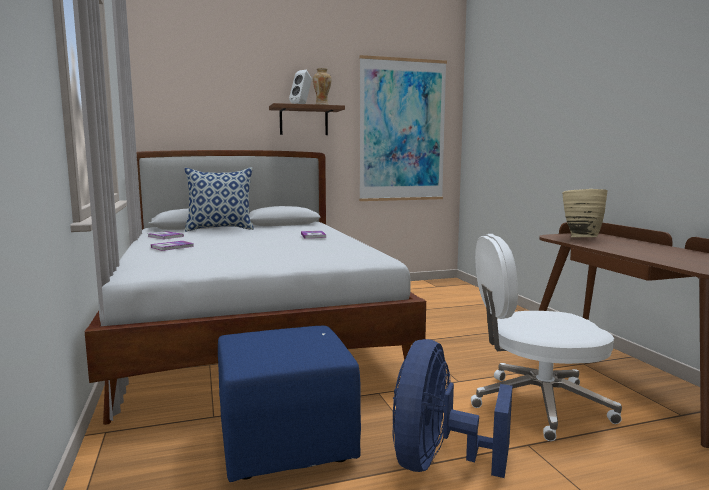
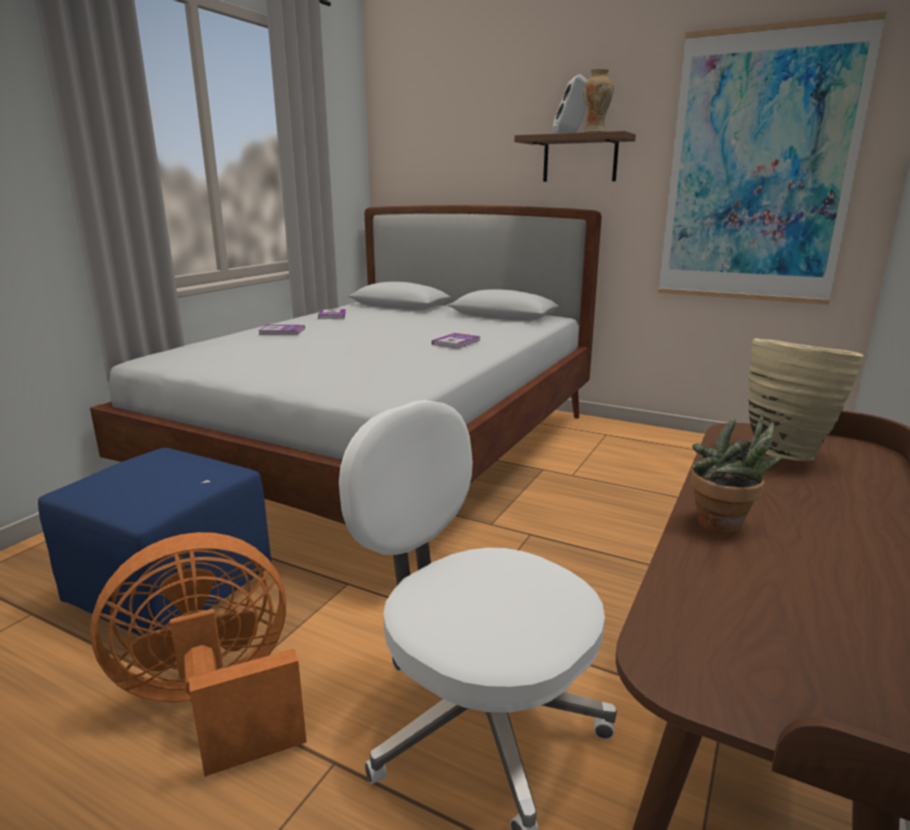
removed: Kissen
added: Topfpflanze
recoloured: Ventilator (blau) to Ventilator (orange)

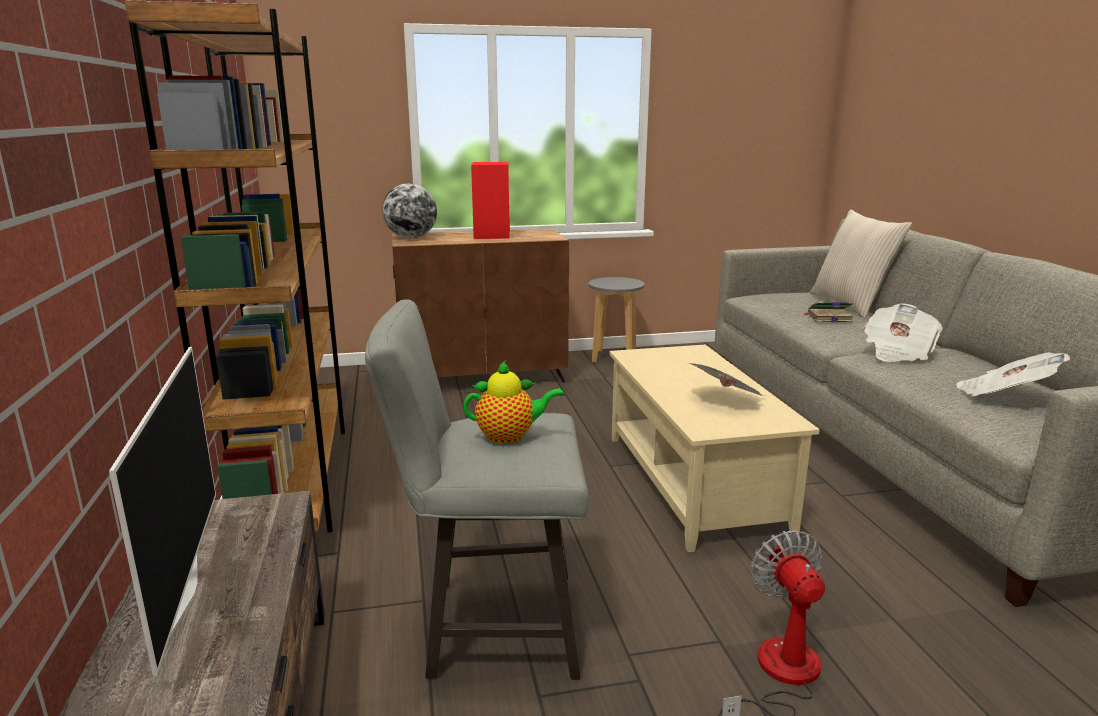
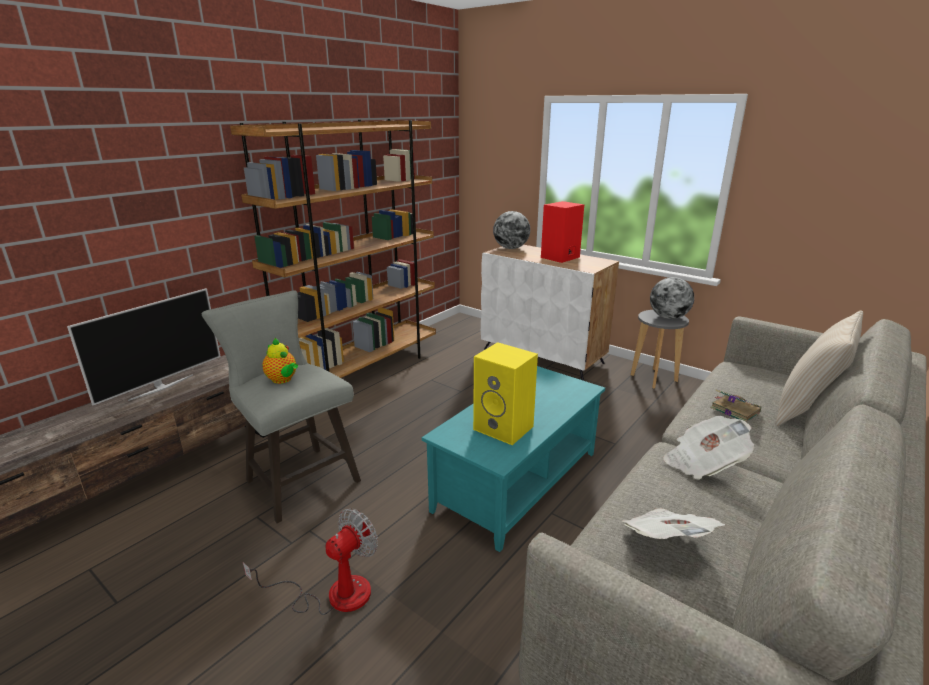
added: Globus (2nd from left)
replaced: Zeitung (1st from left) to Lautsprecher (gelb)
recoloured: Schrank (braun) to Schrank (weiß); Couchtisch (beige) to Couchtisch (türkis)

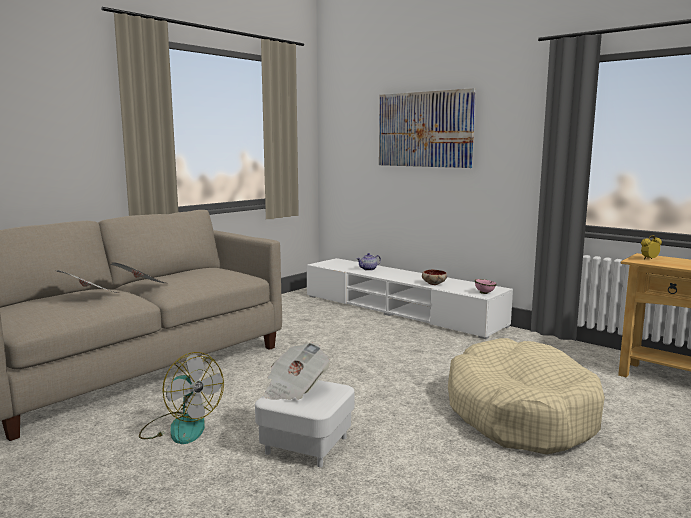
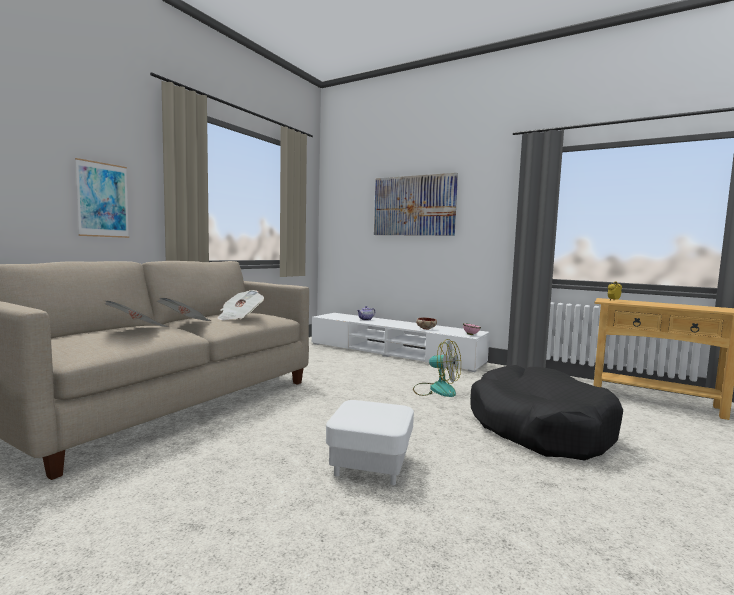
added: Bild (1st from left)
moved: Ventilator; Zeitung (3rd from left)
recoloured: Hundebett (beige) to Hundebett (schwarz)

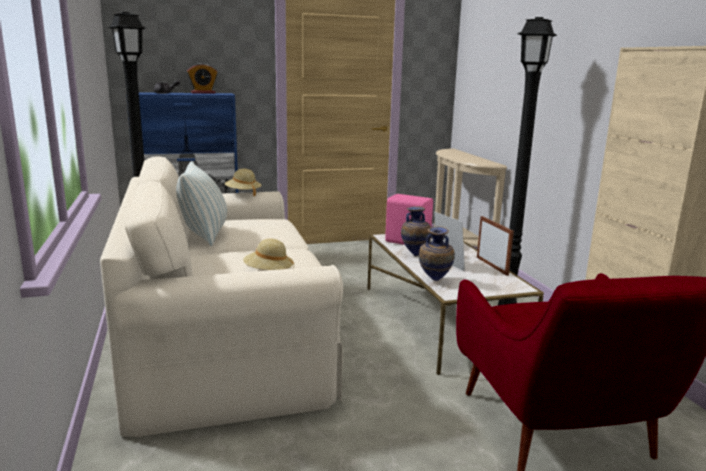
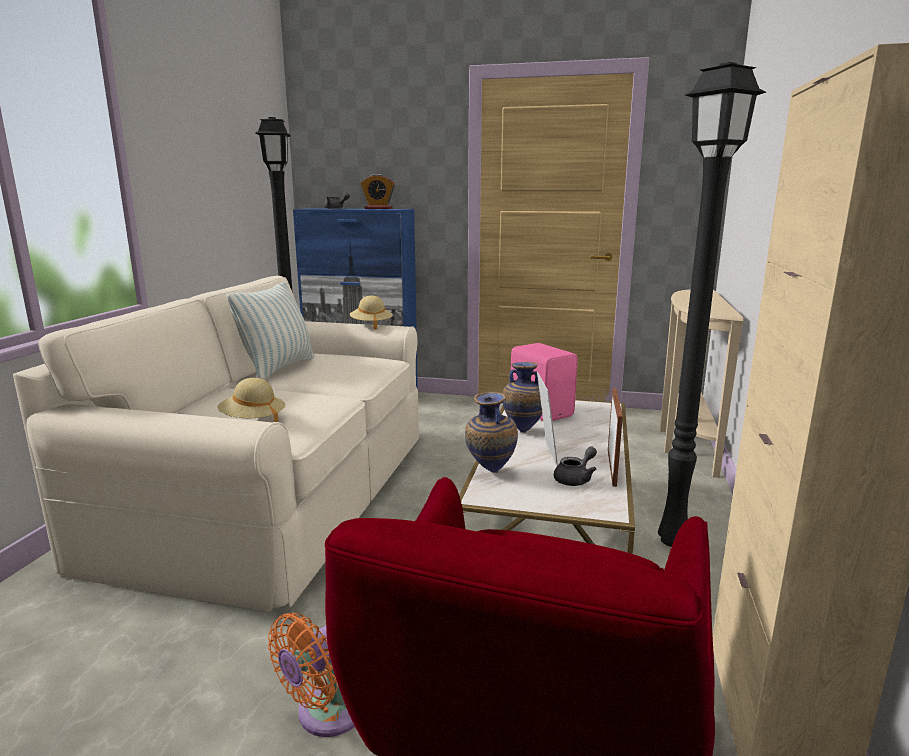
added: Ventilator (orange); Teekanne (grau) (2nd from left)

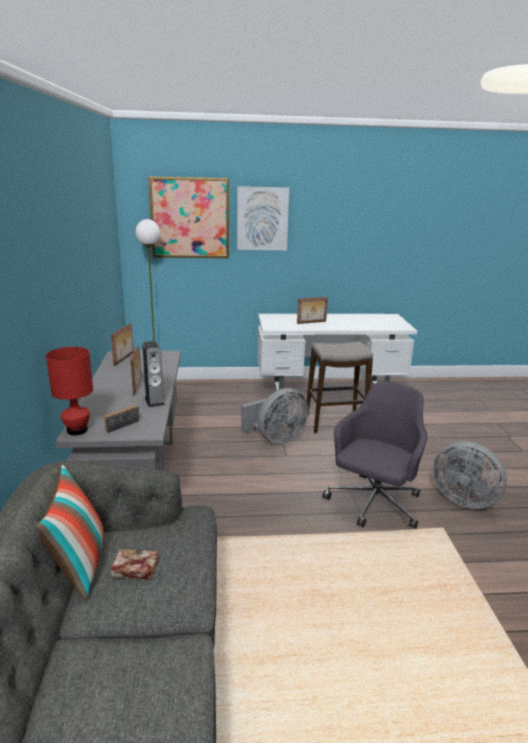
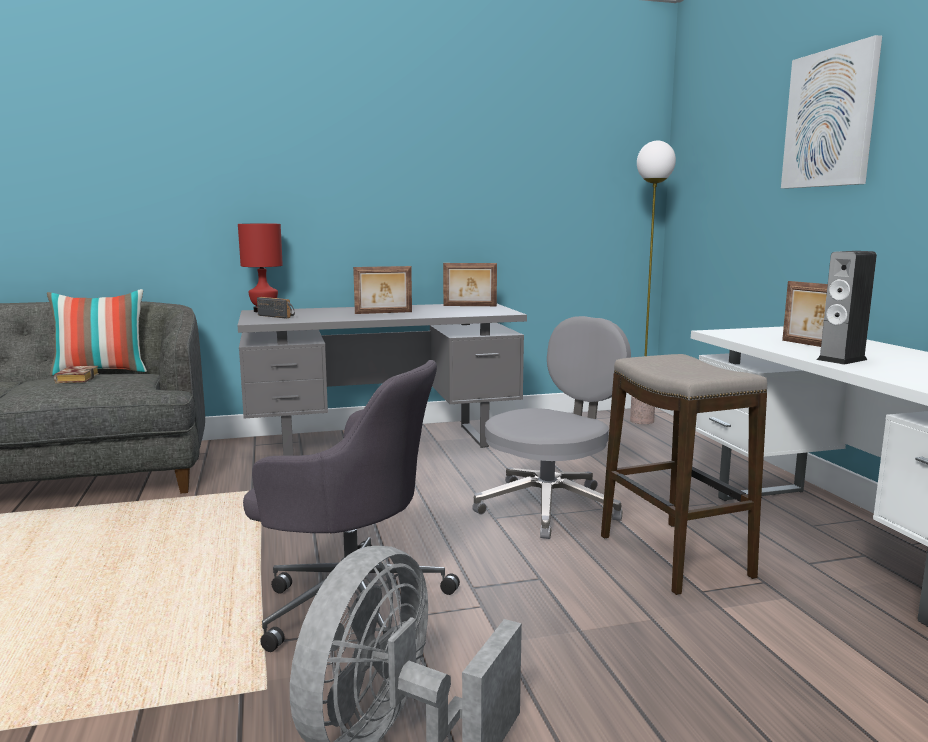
removed: Bild (1st from left)
moved: Lautsprecher
replaced: Ventilator (grau) (1st from left) to Bürostuhl (grau) (2nd from left)

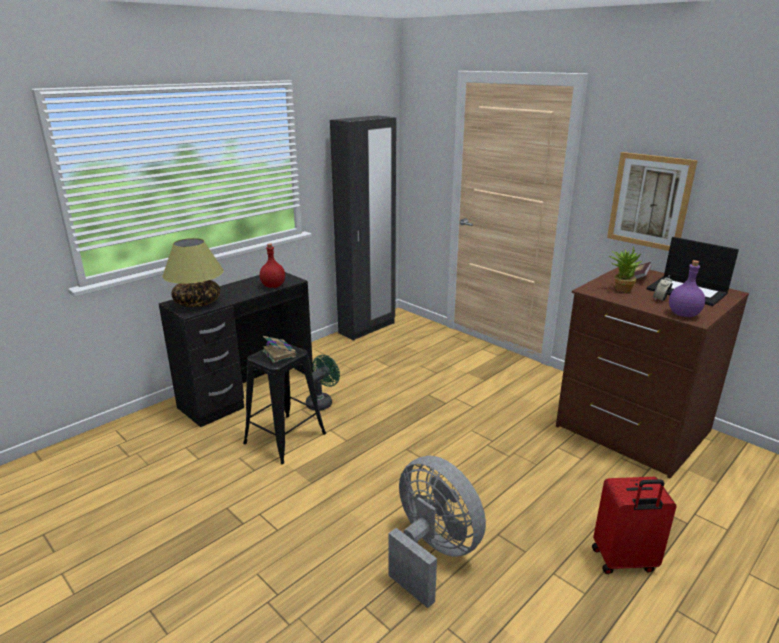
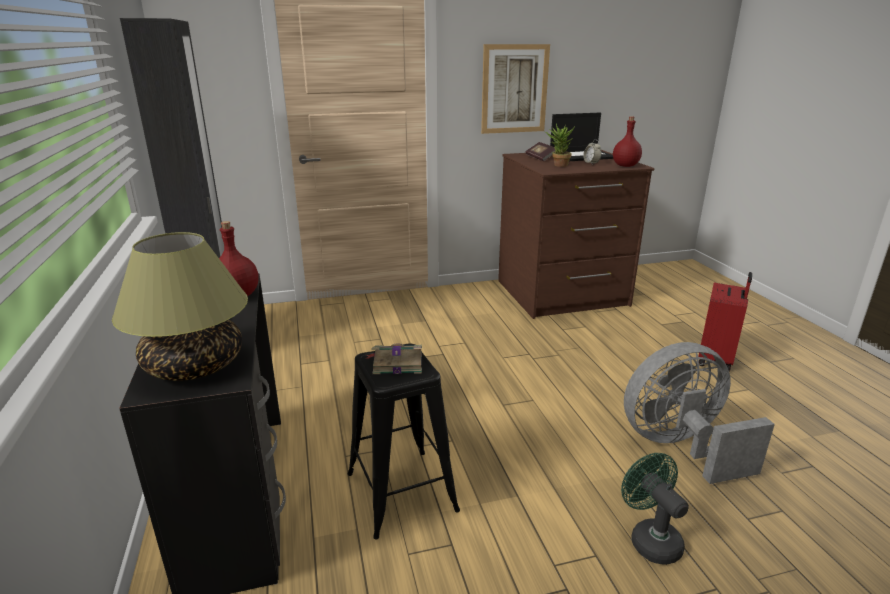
moved: Ventilator (grün)
recoloured: Flasche (lila) to Flasche (rot) (2nd from left)

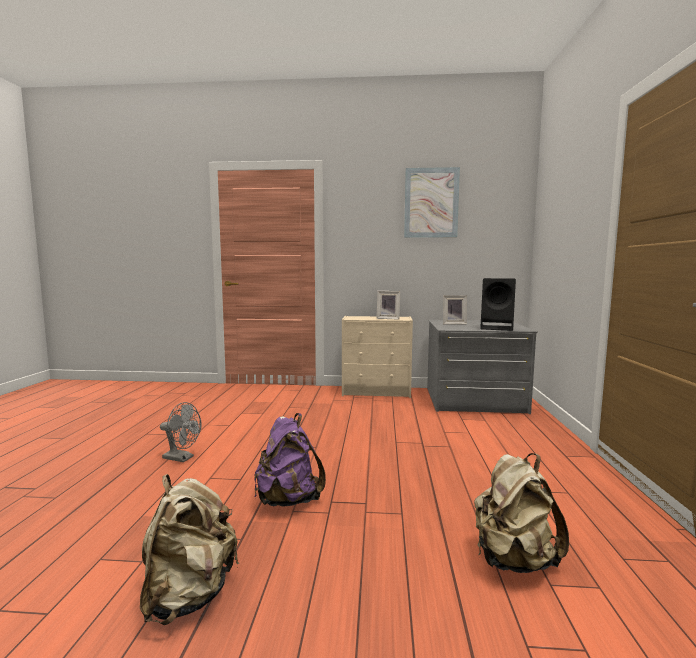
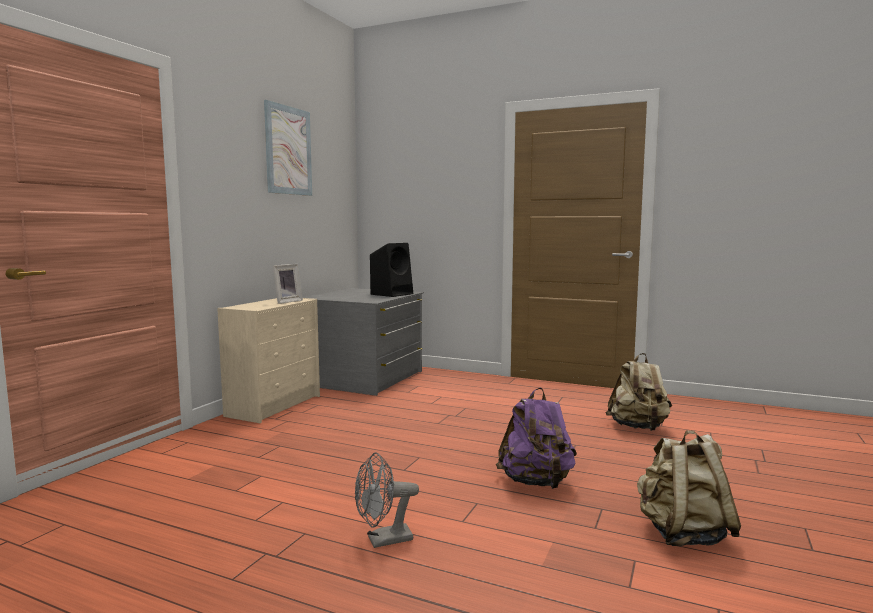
removed: Bilderrahmen (2nd from left)
turned: Ventilator (grau) 150 degrees counterclockwise

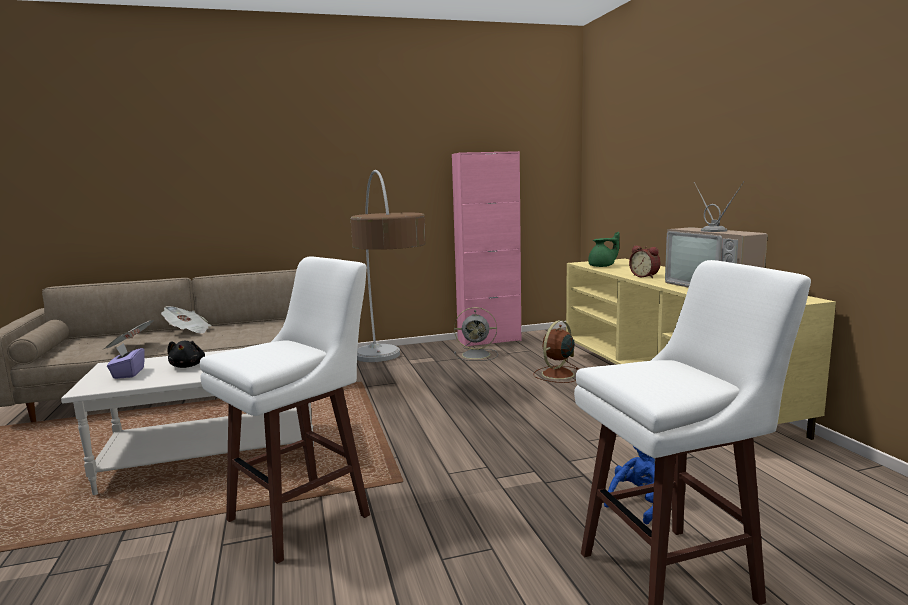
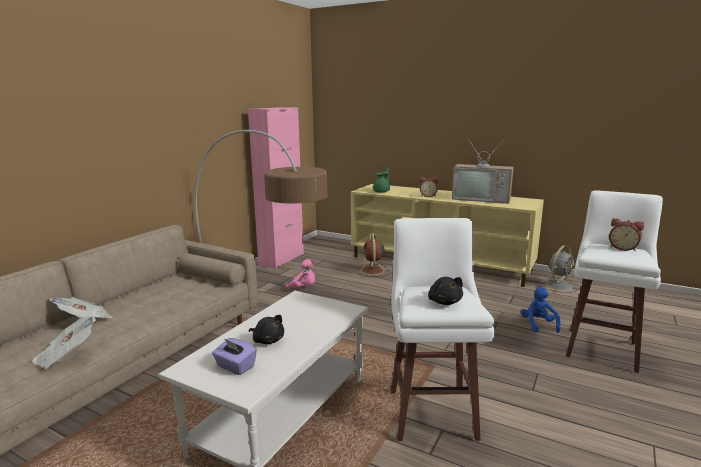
added: Plüschtier (rosa); Plüschtier (schwarz) (2nd from left); Wecker (2nd from left)
moved: Ventilator (grau)

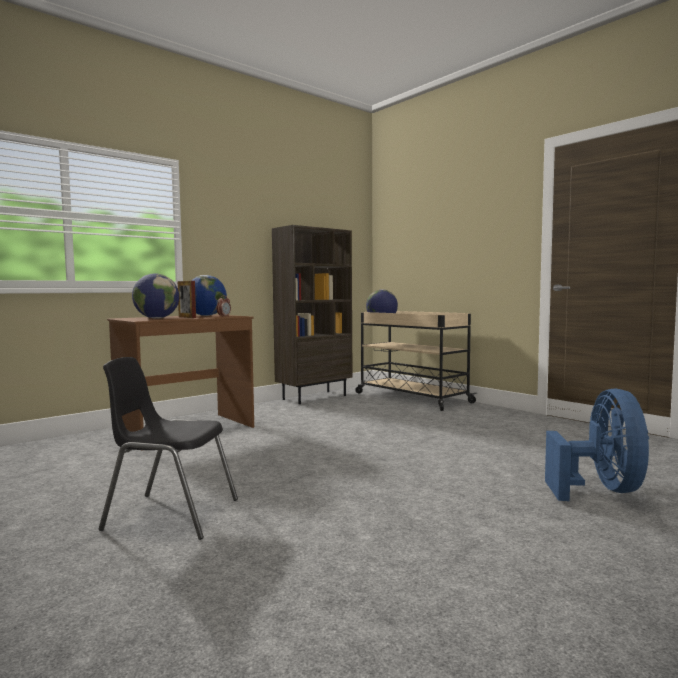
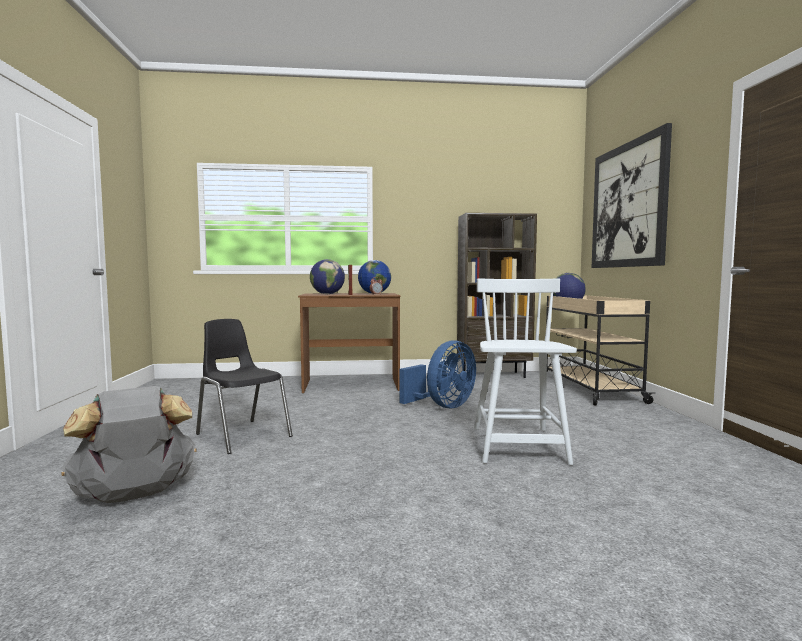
added: Rucksack (grau); Stuhl (weiß); Bild
moved: Ventilator (blau)

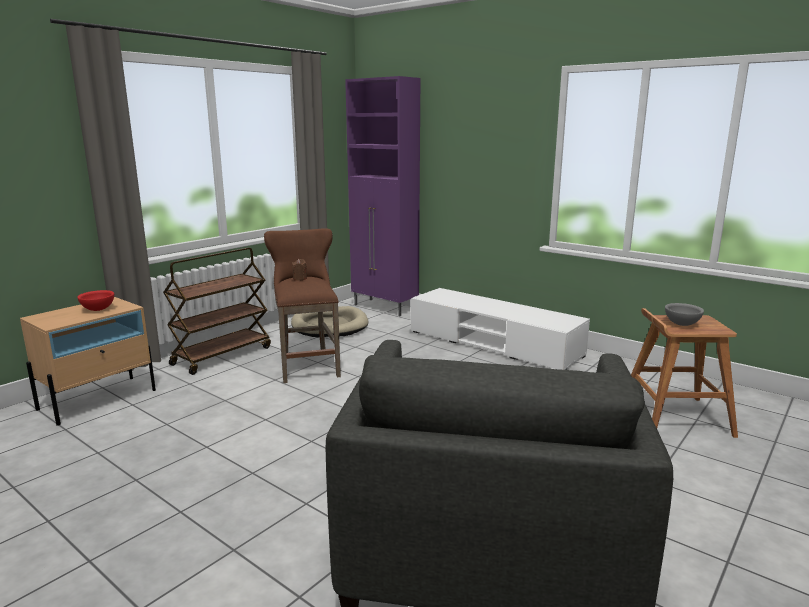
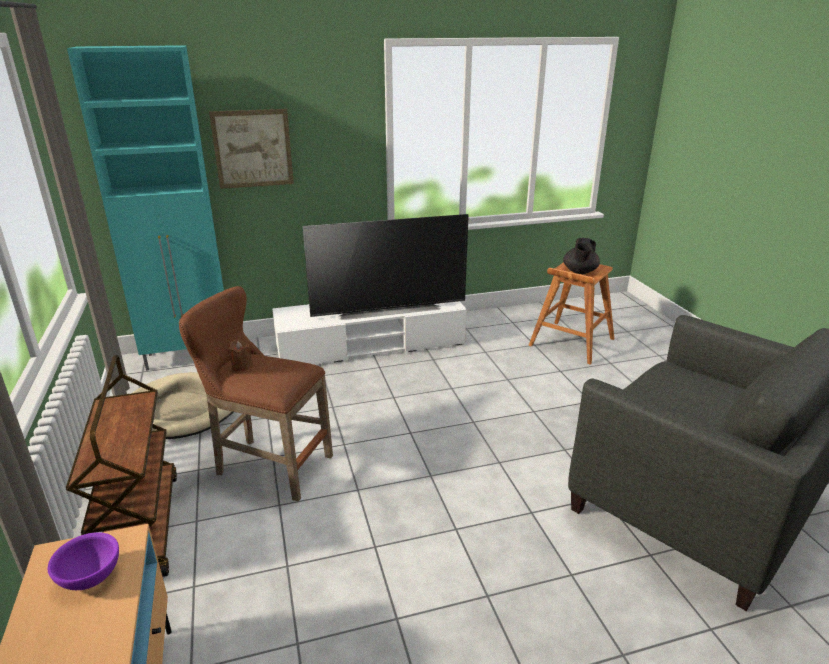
added: Bild; Fernseher
replaced: Schüssel (grau) to Teekanne (schwarz)
recoloured: Schüssel (rot) to Schüssel (lila); Schrank (lila) to Schrank (türkis)

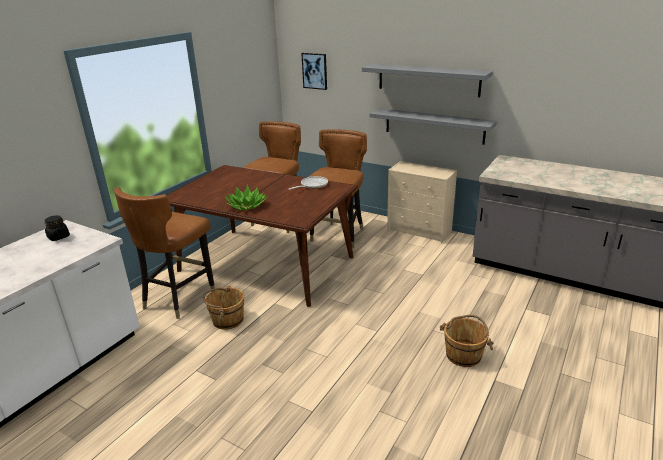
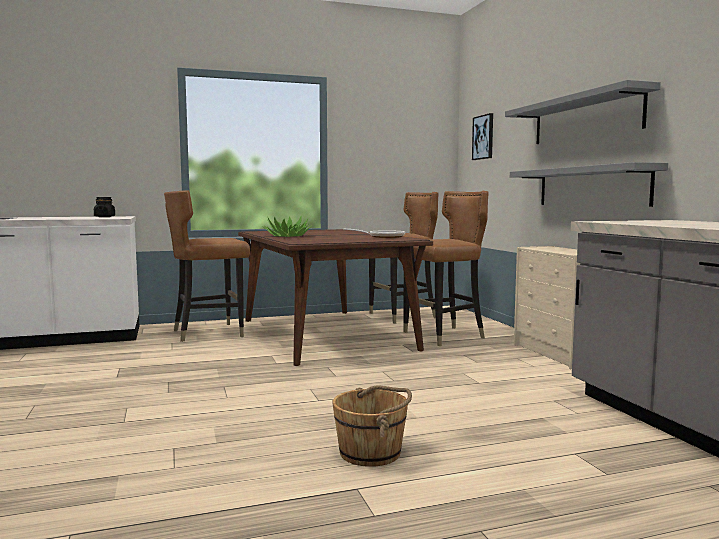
removed: Eimer (braun) (1st from left)

